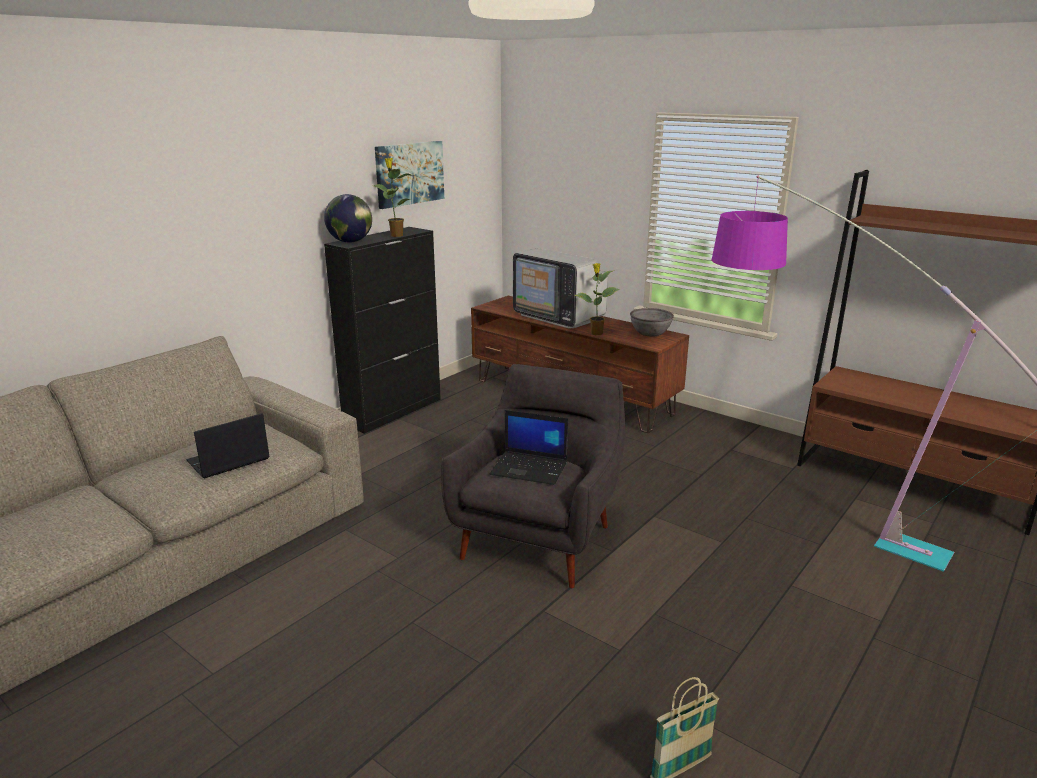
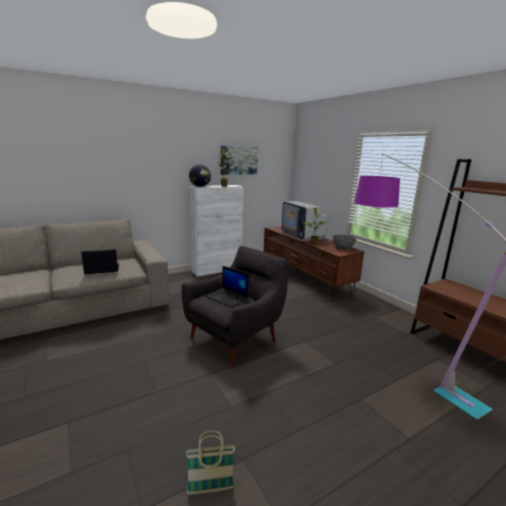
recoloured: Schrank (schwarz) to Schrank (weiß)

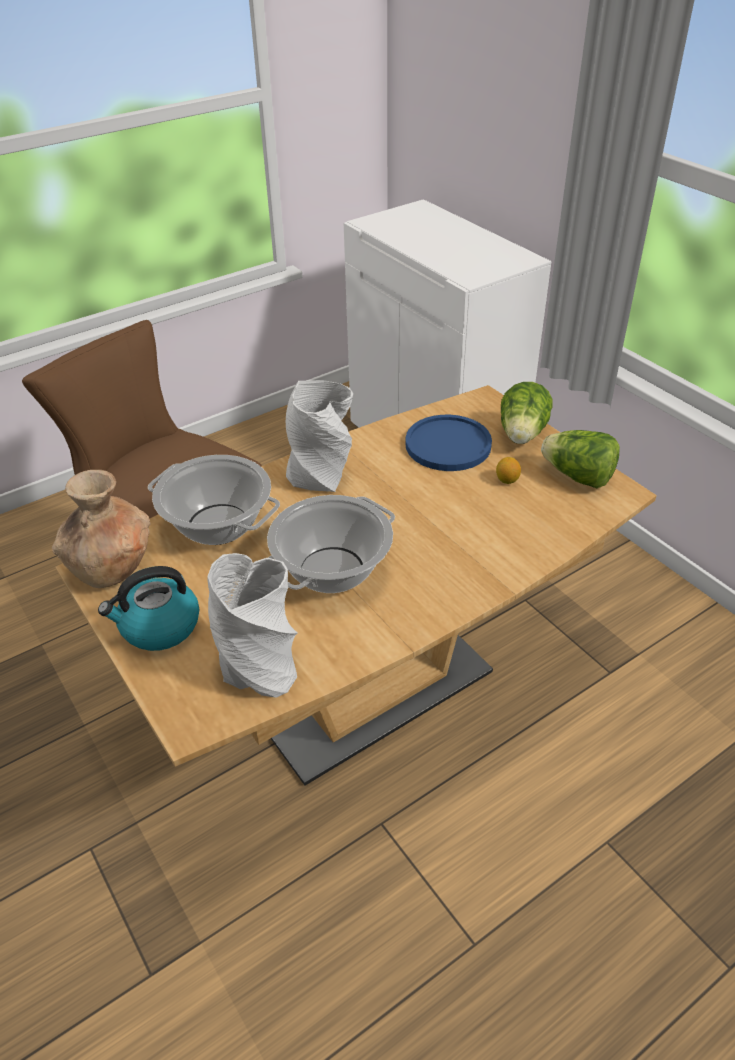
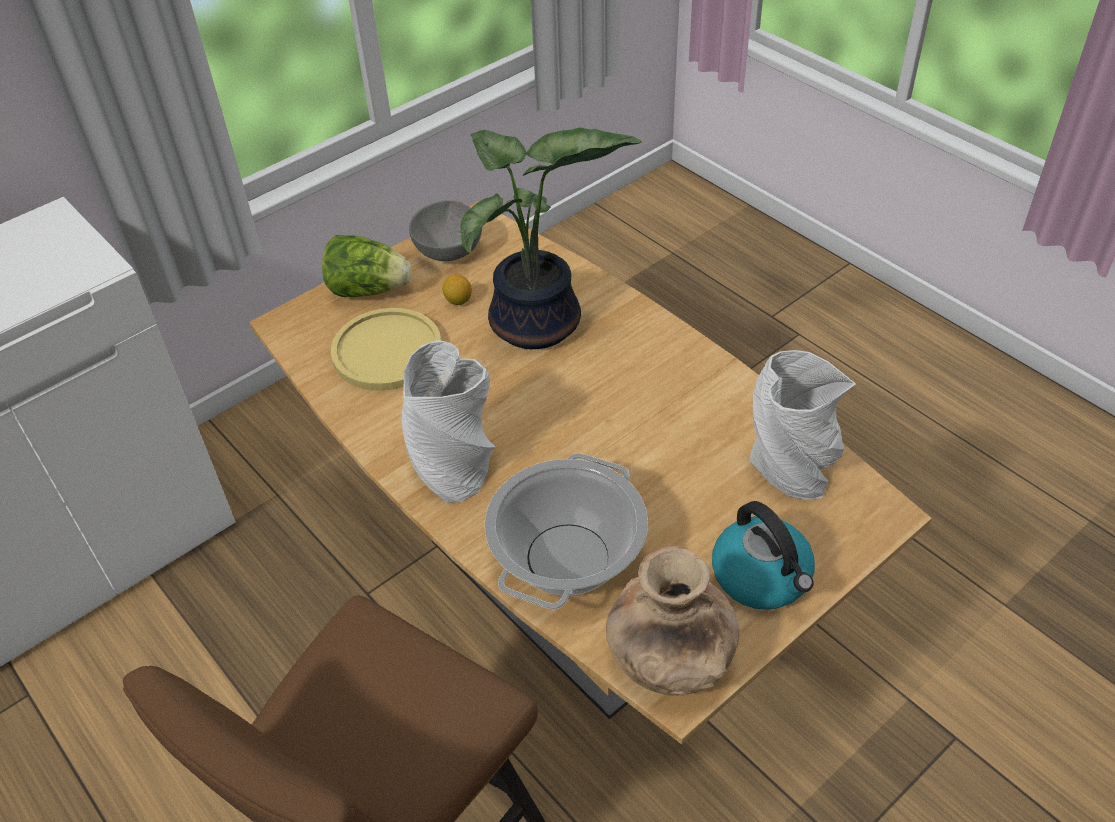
removed: Kochtopf (2nd from left)
added: Topfpflanze
replaced: Salatkopf (2nd from left) to Schüssel (grau)
recoloured: Teller (blau) to Teller (gelb)

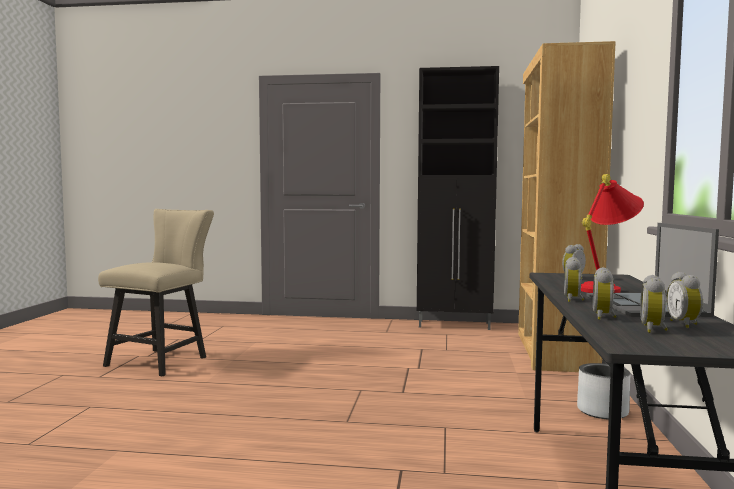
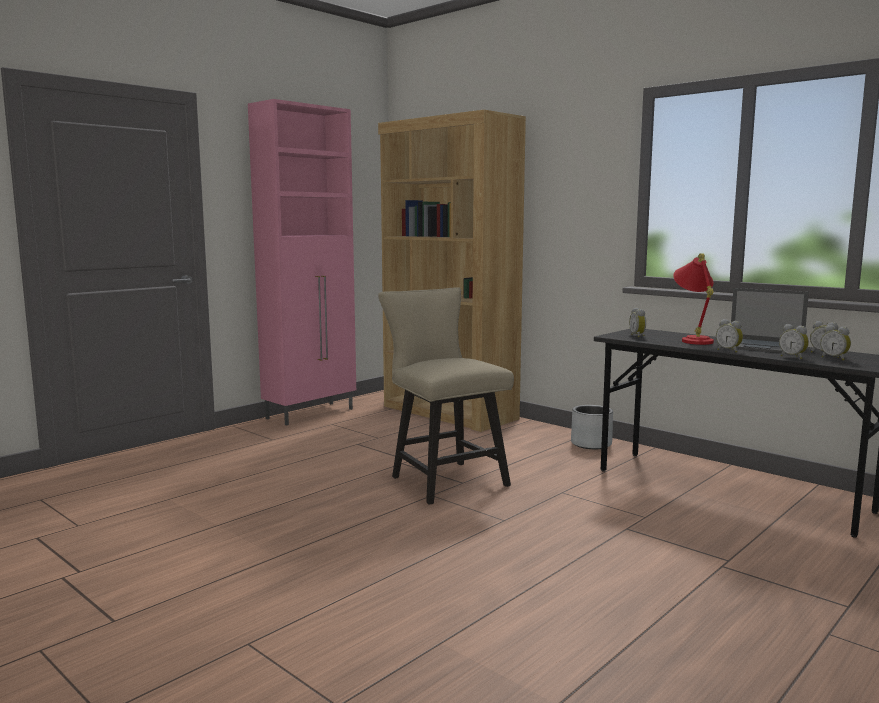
moved: Stuhl (beige)
recoloured: Schrank (schwarz) to Schrank (rosa)

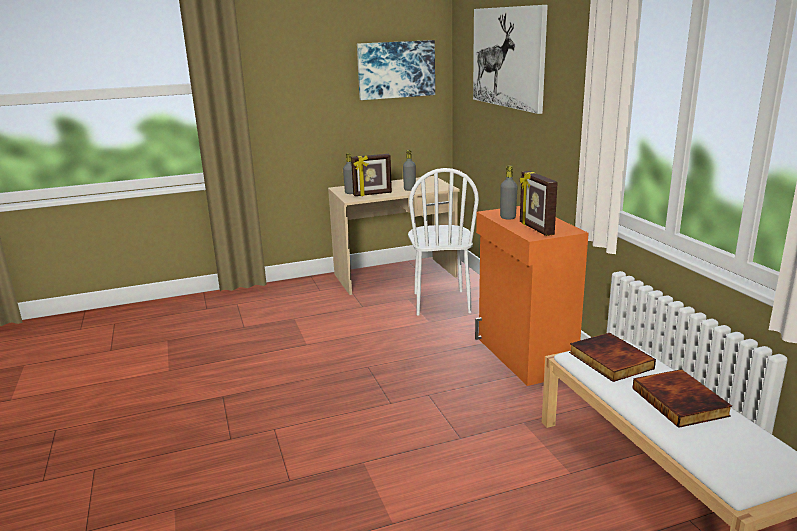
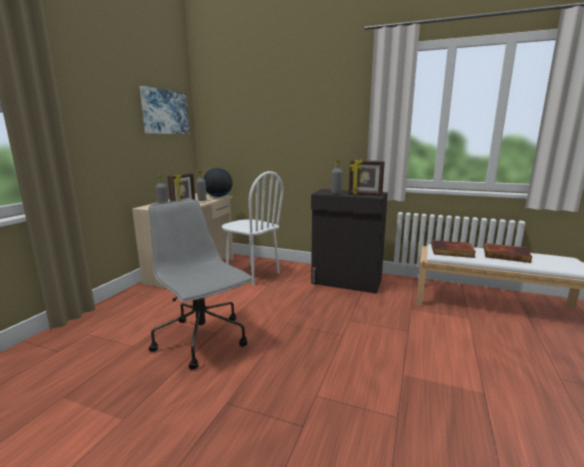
removed: Bild (2nd from left)
added: Bürostuhl (grau); Globus
recoloured: Schrank (orange) to Schrank (schwarz)

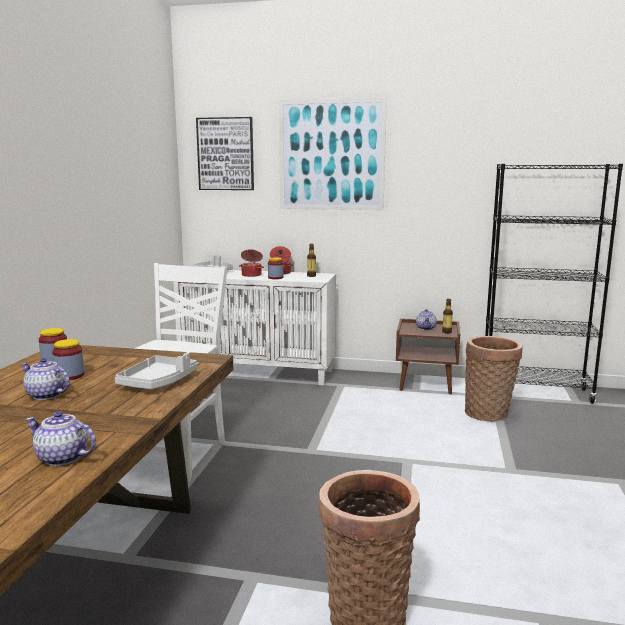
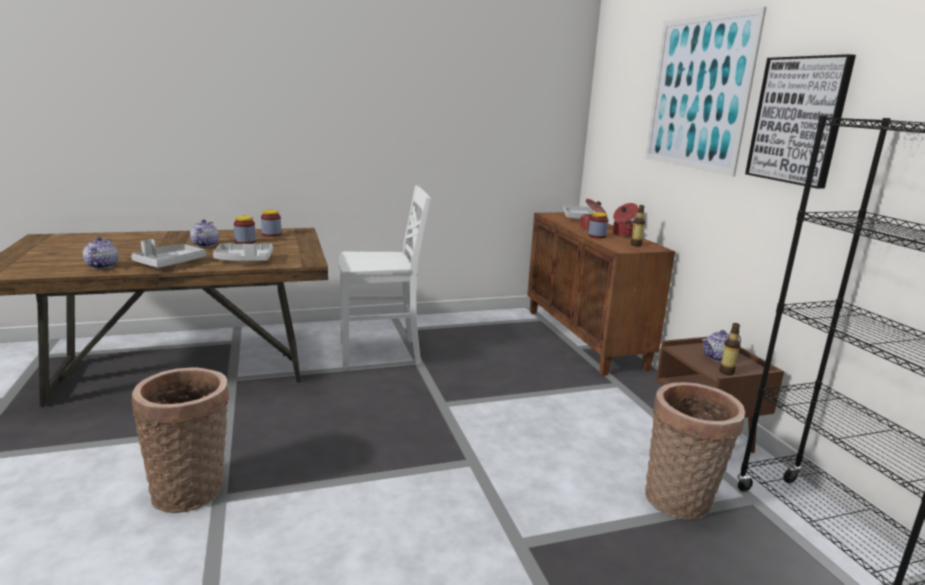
added: Tablett (grau) (1st from left)
moved: Bild (1st from left in the first image) to Bild (2nd from left)
recoloured: Schrank (weiß) to Schrank (braun)

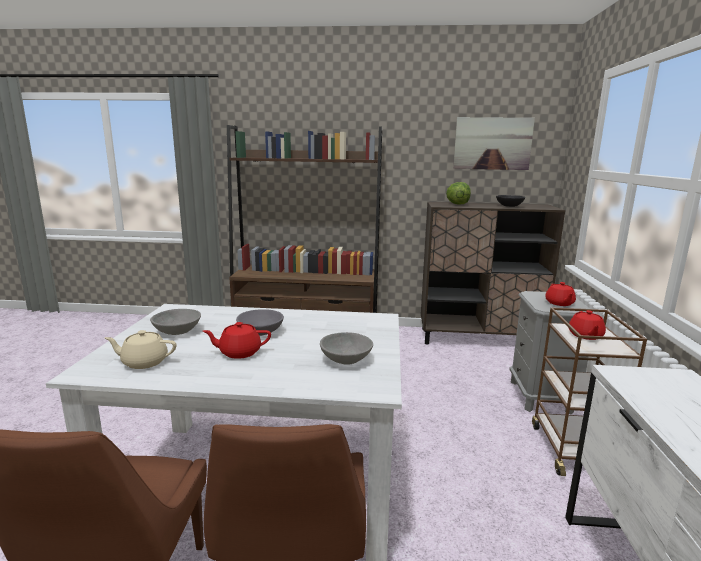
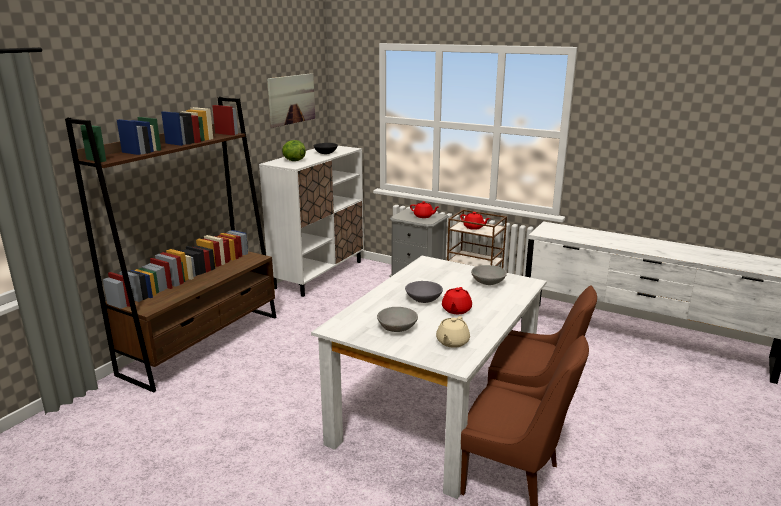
recoloured: Schrank (braun) to Schrank (weiß)

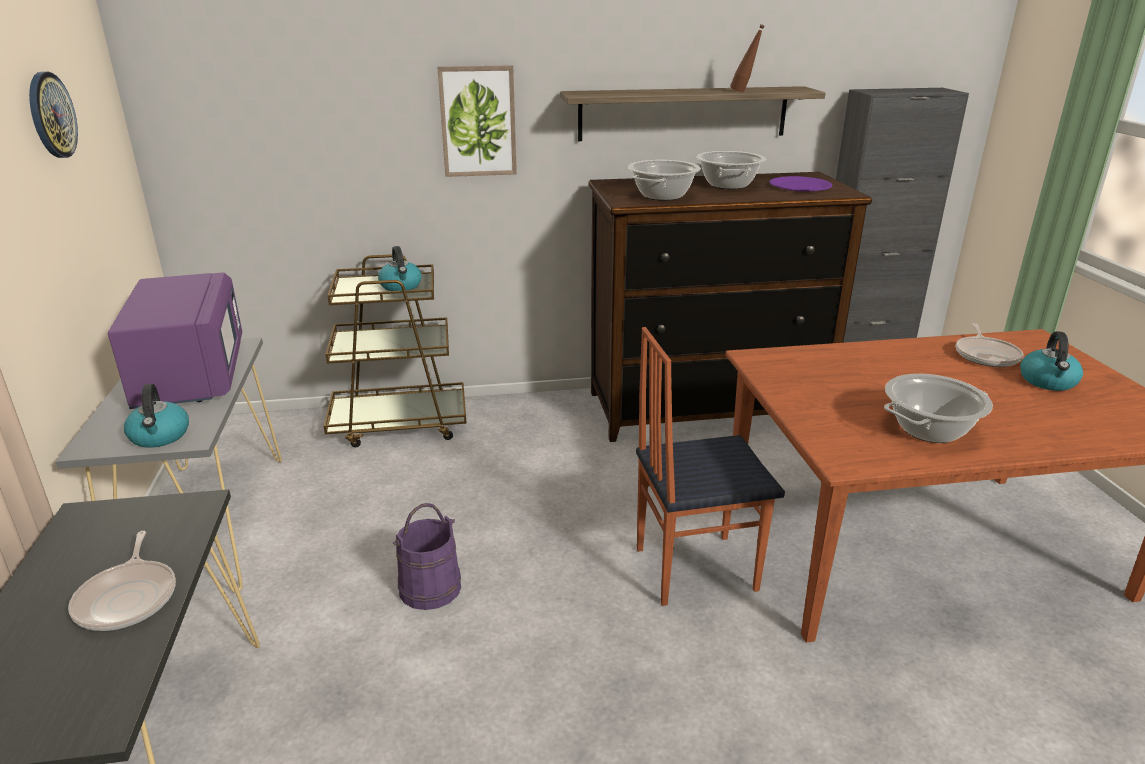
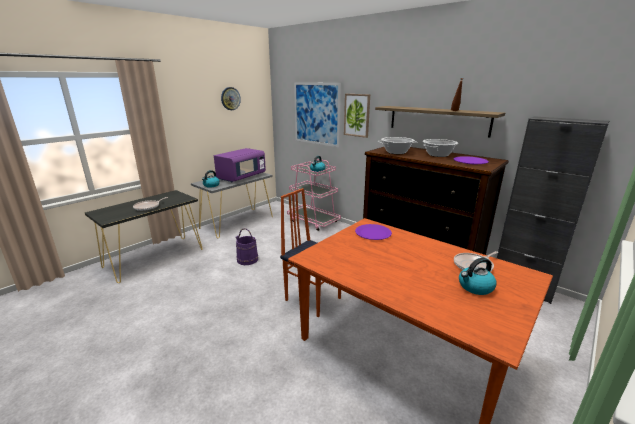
removed: Kochtopf (3rd from left)
added: Bild (1st from left); Teller (lila) (1st from left)
recoloured: Rollwagen (braun) to Rollwagen (rosa)

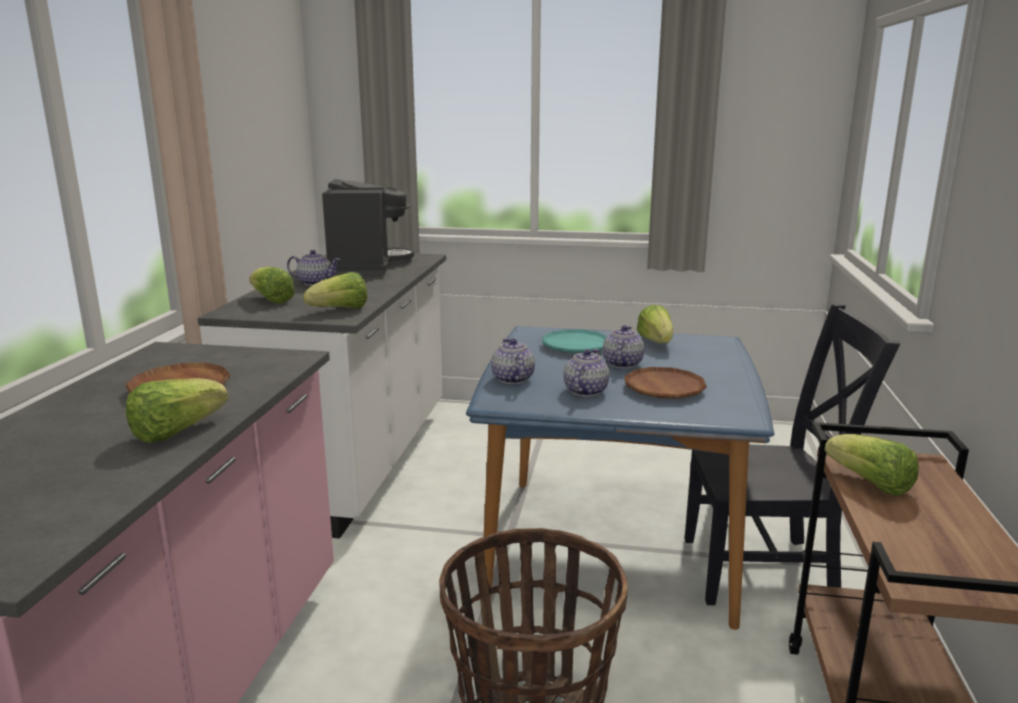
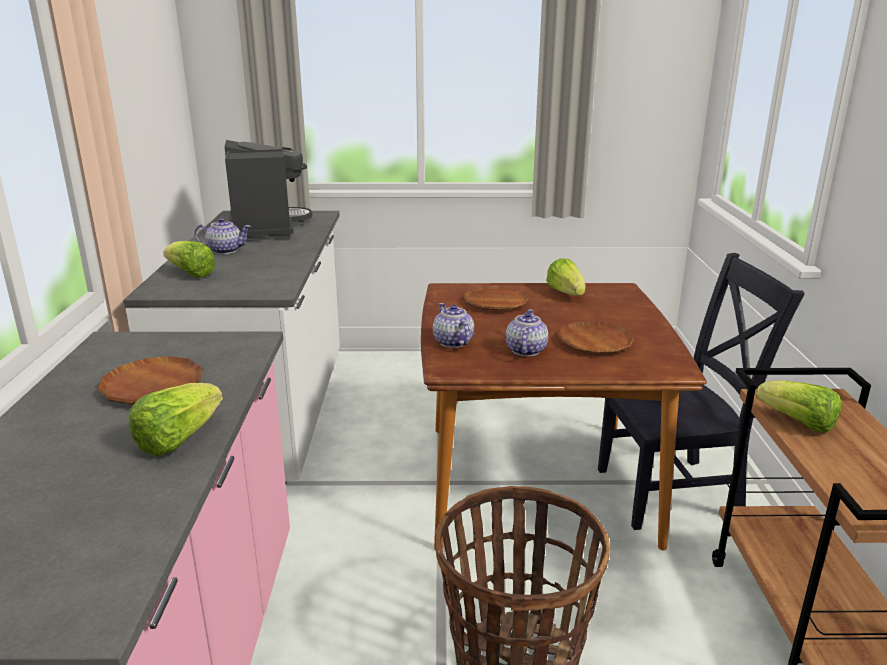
removed: Salatkopf (3rd from left); Teekanne (4th from left)
recoloured: Esstisch (blau) to Esstisch (braun); Teller (türkis) to Teller (braun) (2nd from left)

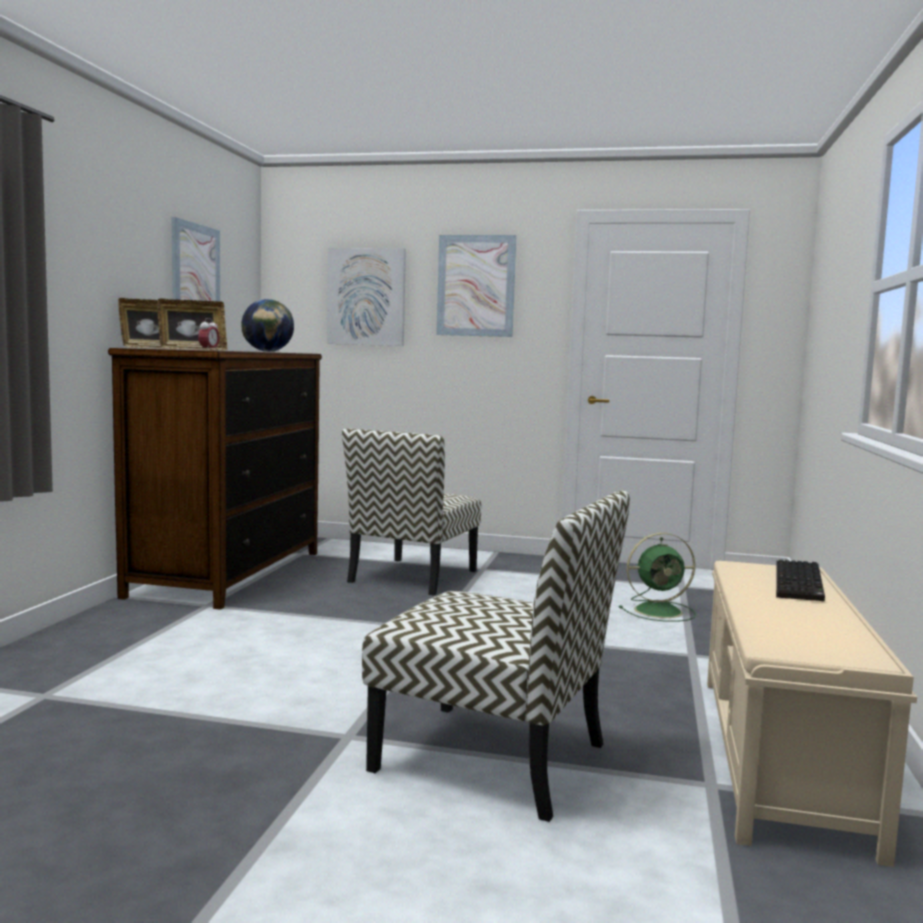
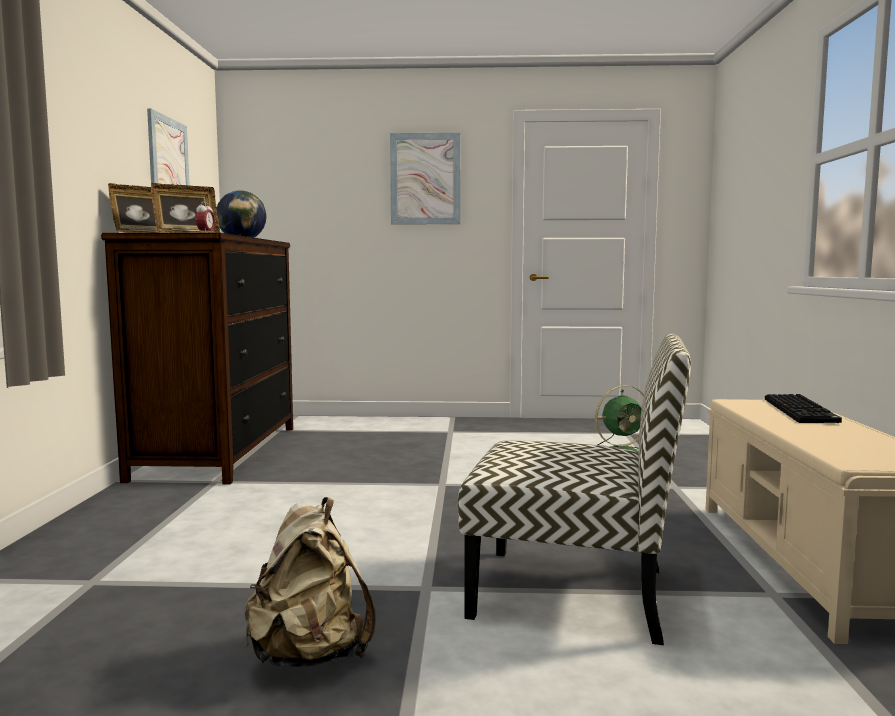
removed: Bild (2nd from left); Stuhl (1st from left)
added: Rucksack (beige)

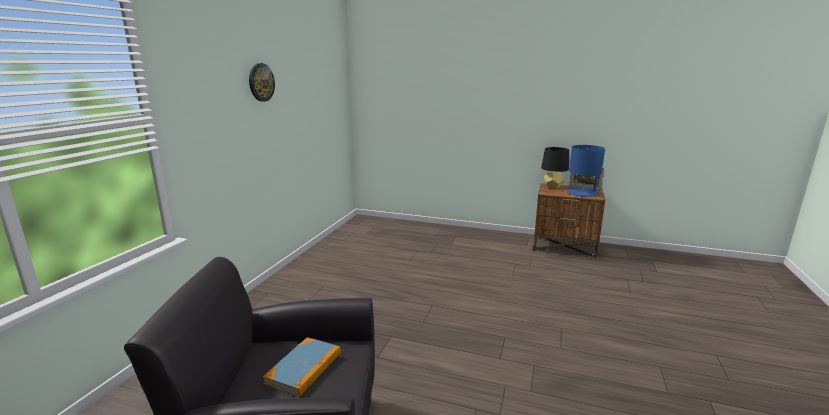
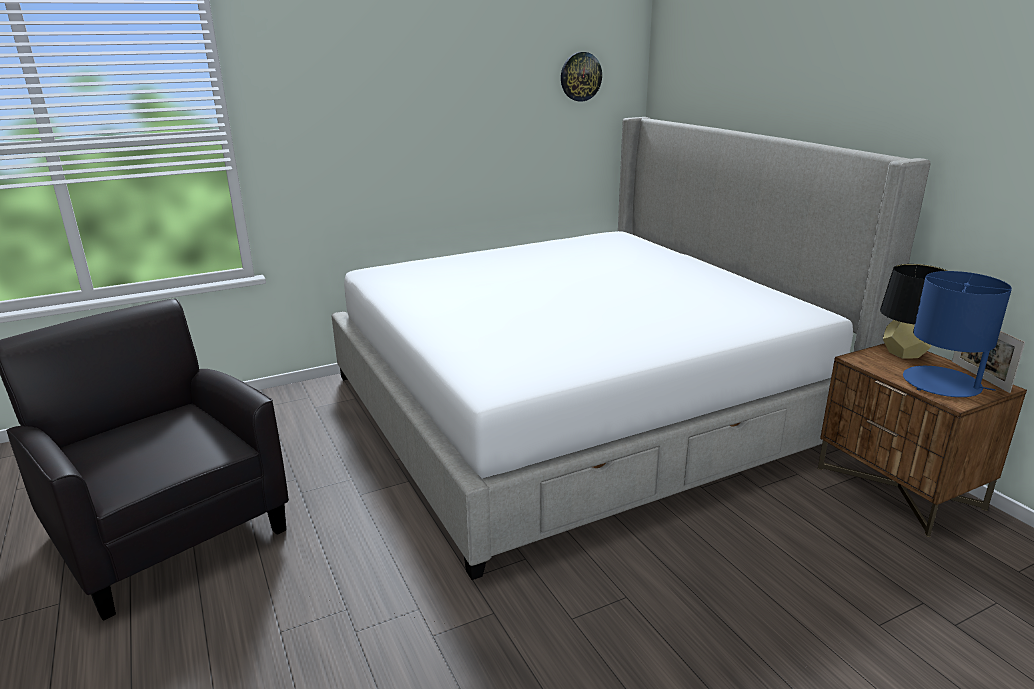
removed: Buch
added: Bett
moved: Wanduhr

